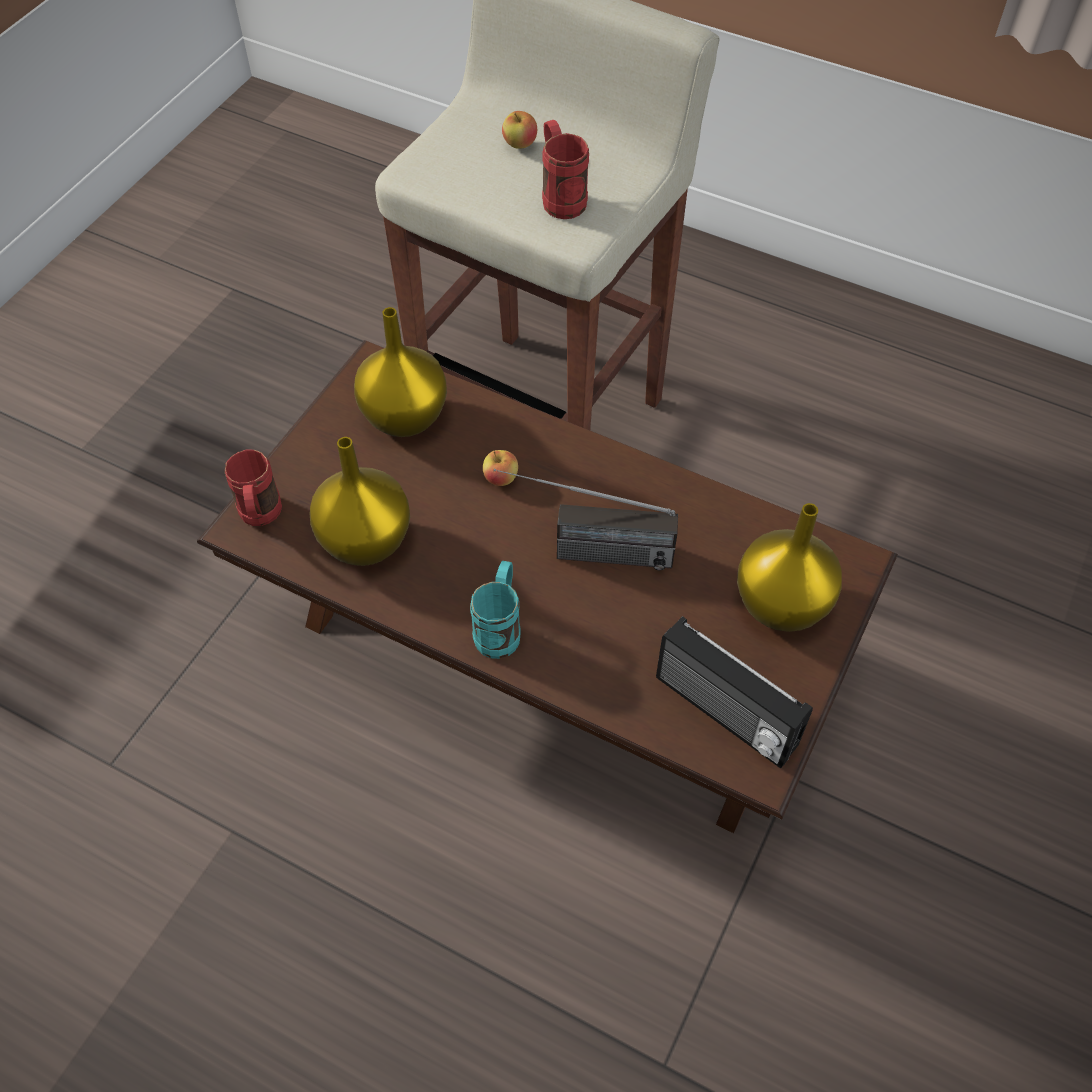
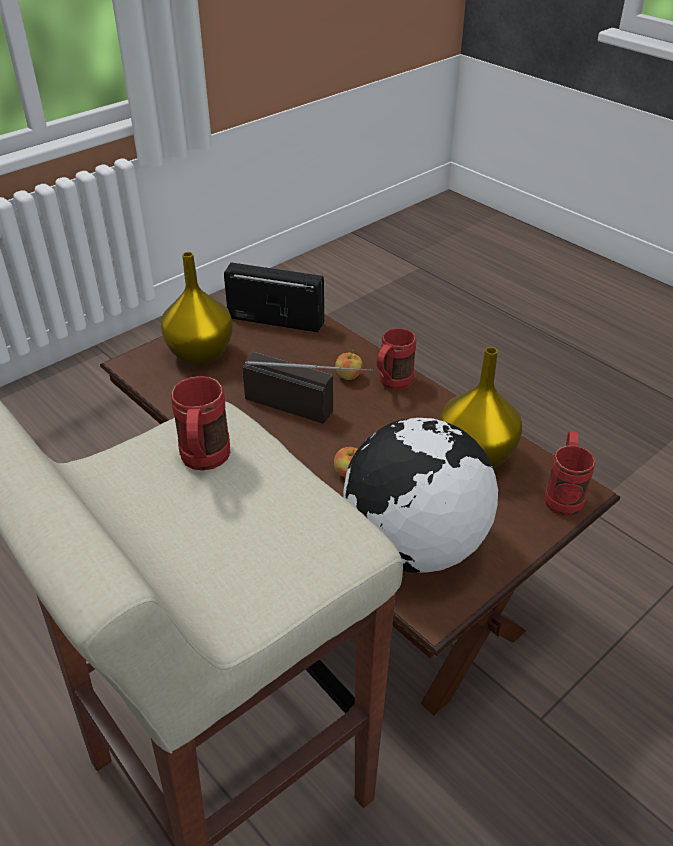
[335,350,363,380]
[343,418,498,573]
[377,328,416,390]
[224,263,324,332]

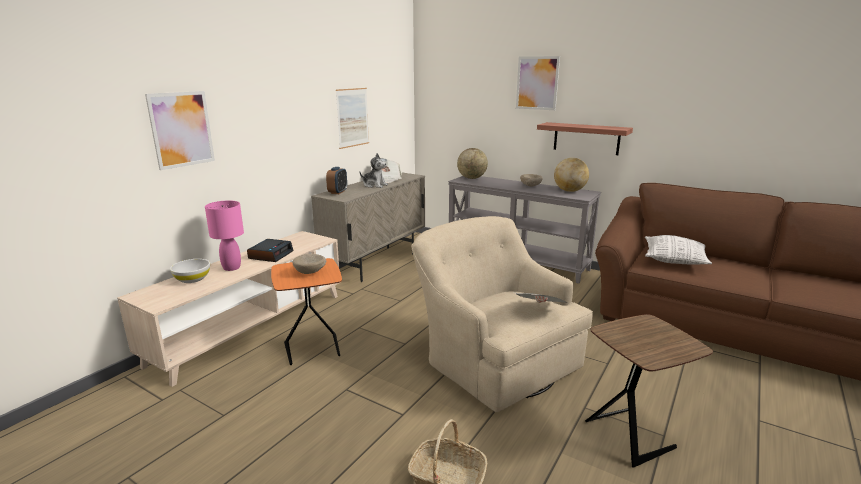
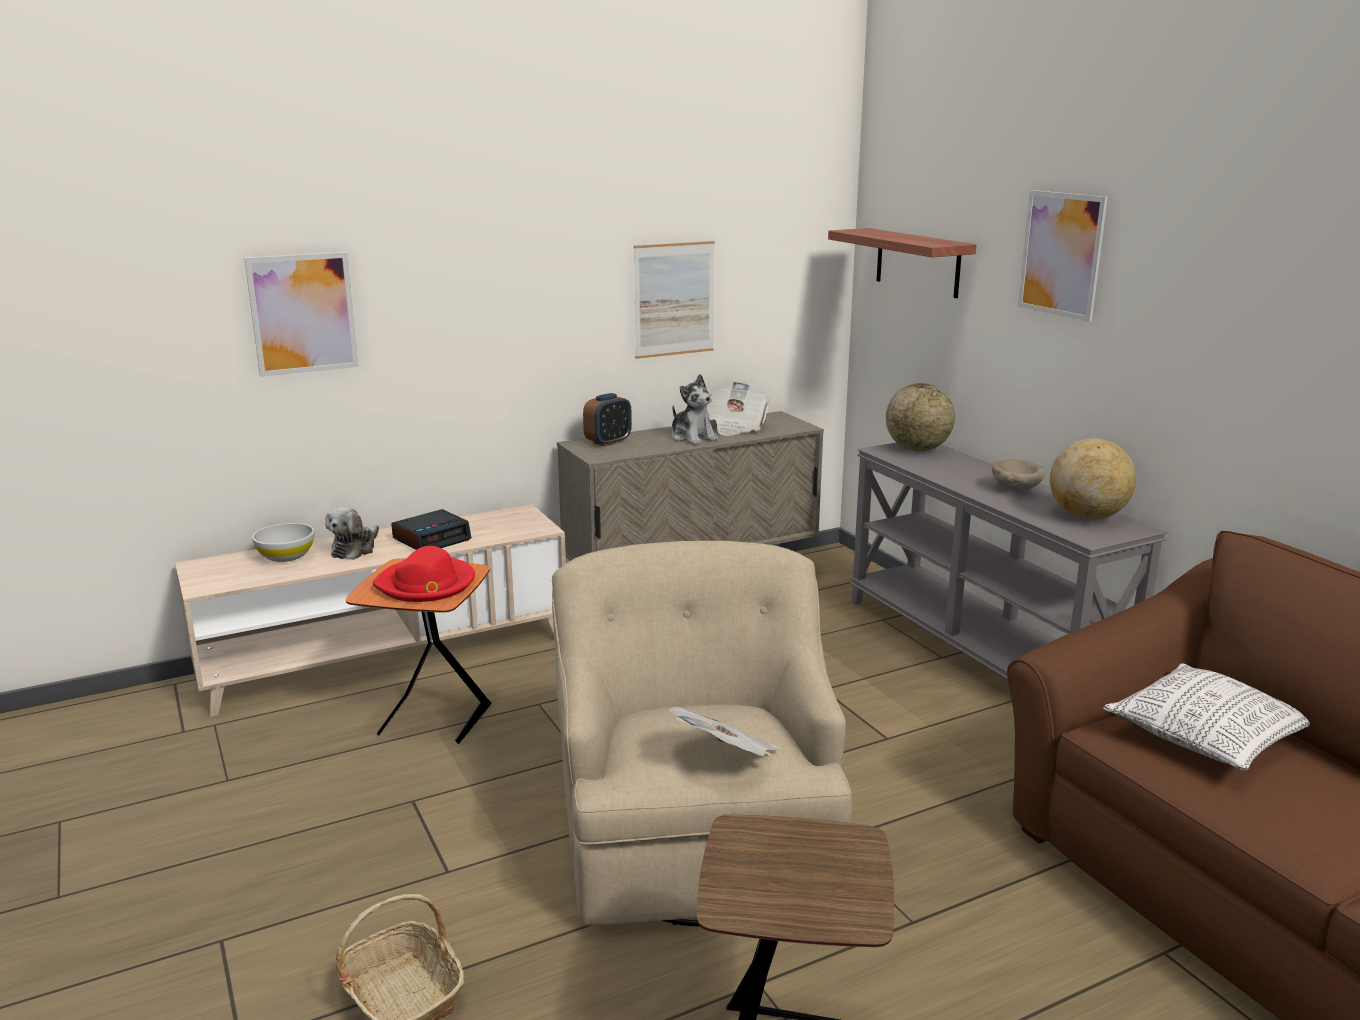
[828,228,976,298]
[325,507,379,560]
[373,546,475,602]

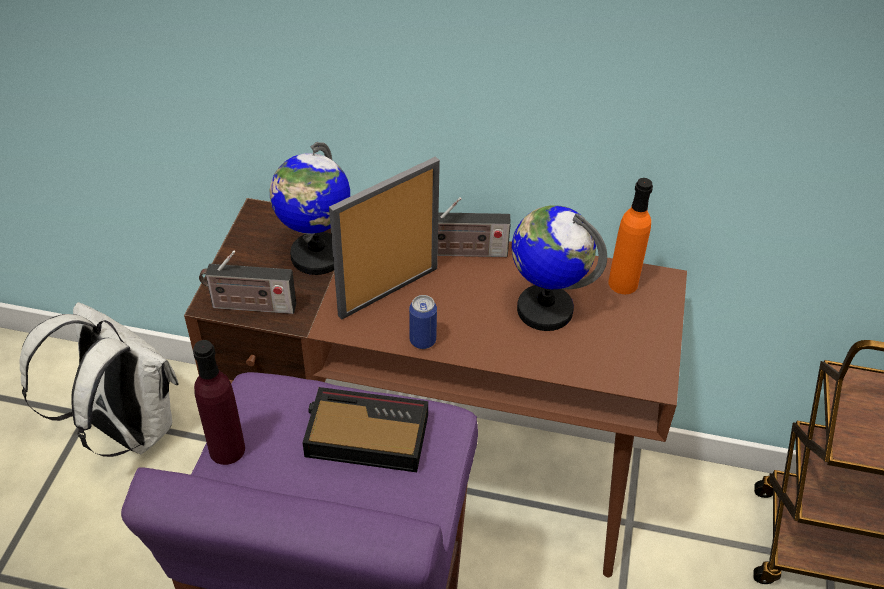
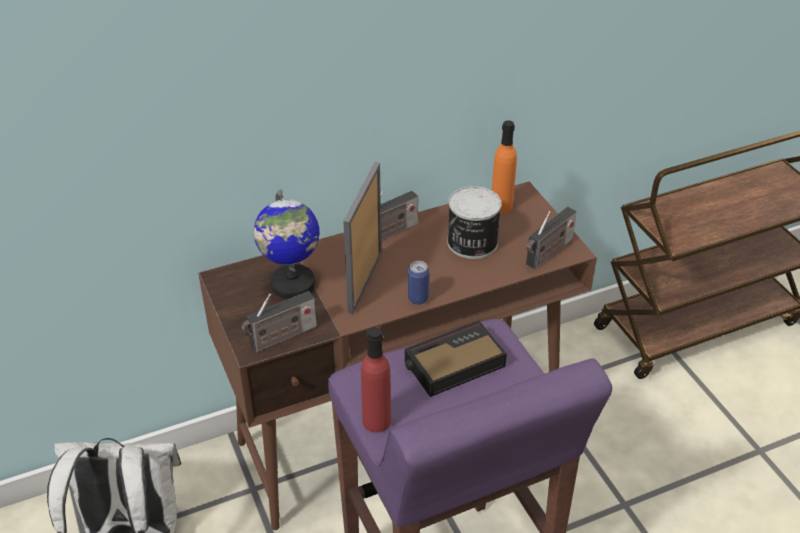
[447,186,501,259]
[361,327,391,433]
[526,207,577,269]

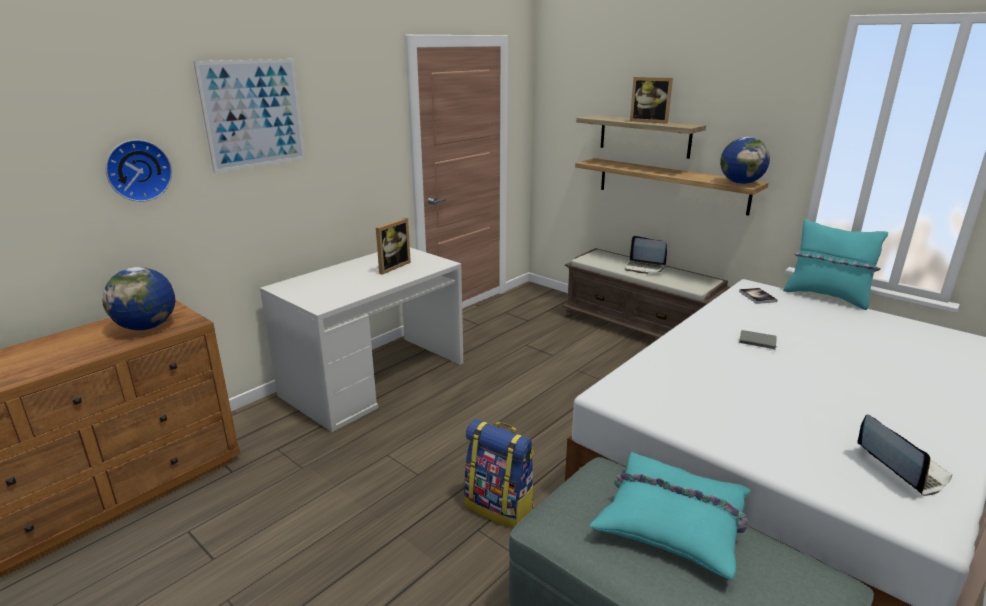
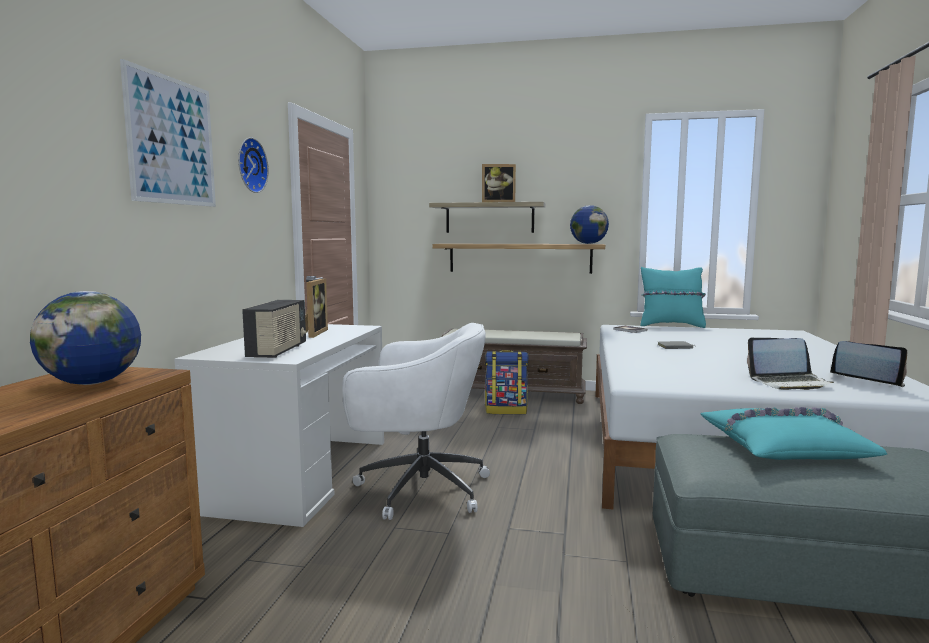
[238,137,269,193]
[747,338,834,390]
[485,350,529,415]
[242,300,306,358]
[343,323,490,520]

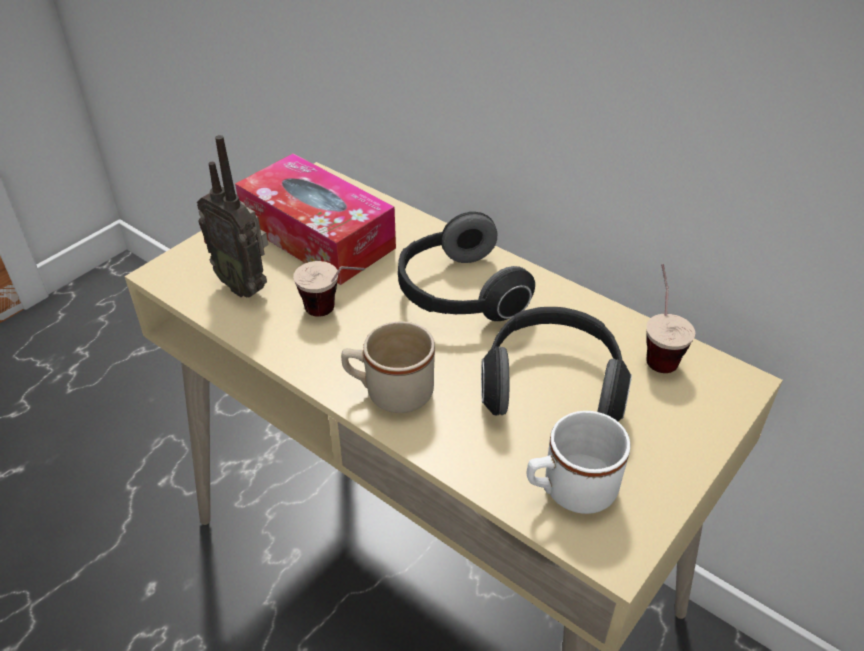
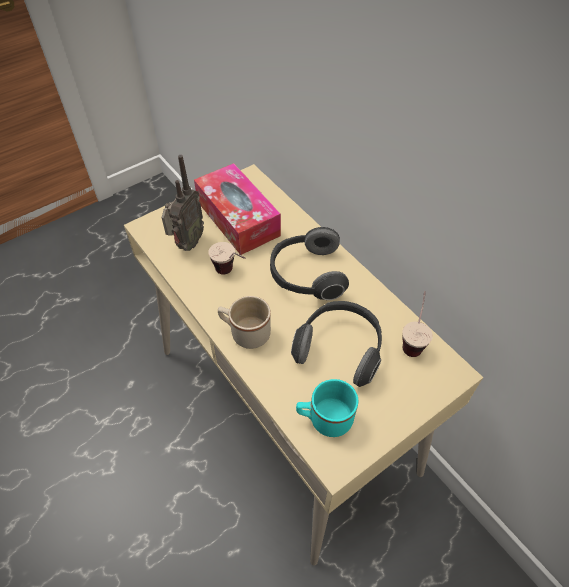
[162,155,204,251]
[296,379,358,437]

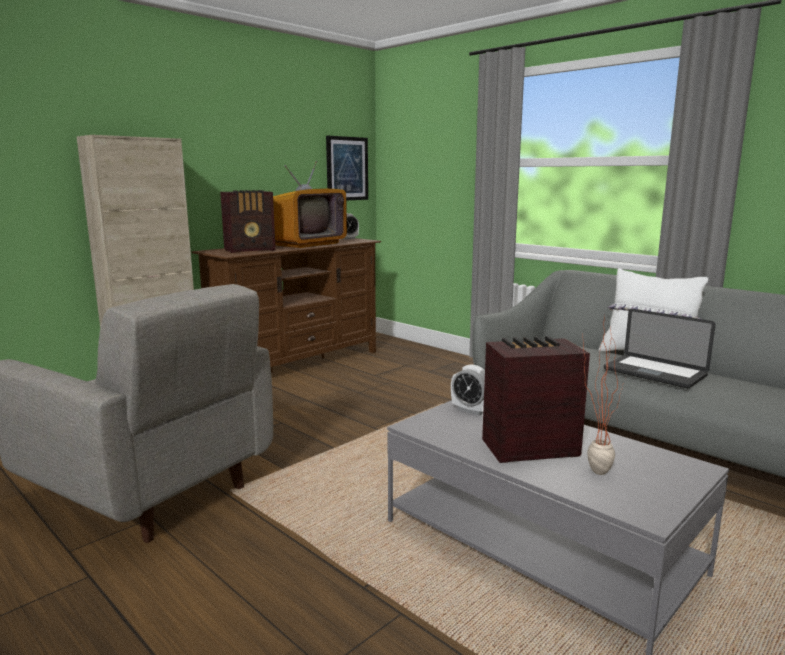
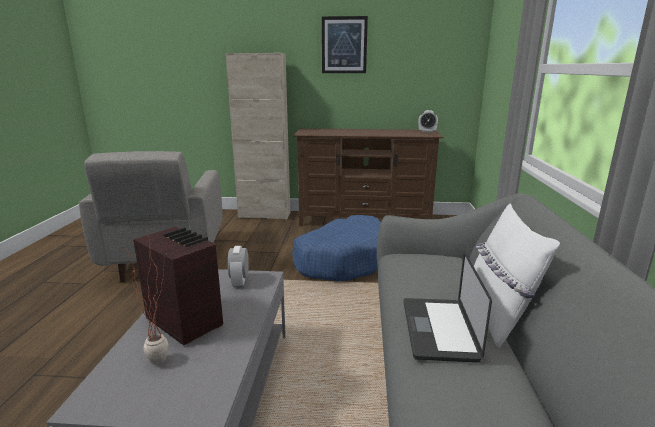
[322,16,368,73]
[273,161,347,248] (first image)
[220,190,276,253] (first image)
[293,215,381,281]

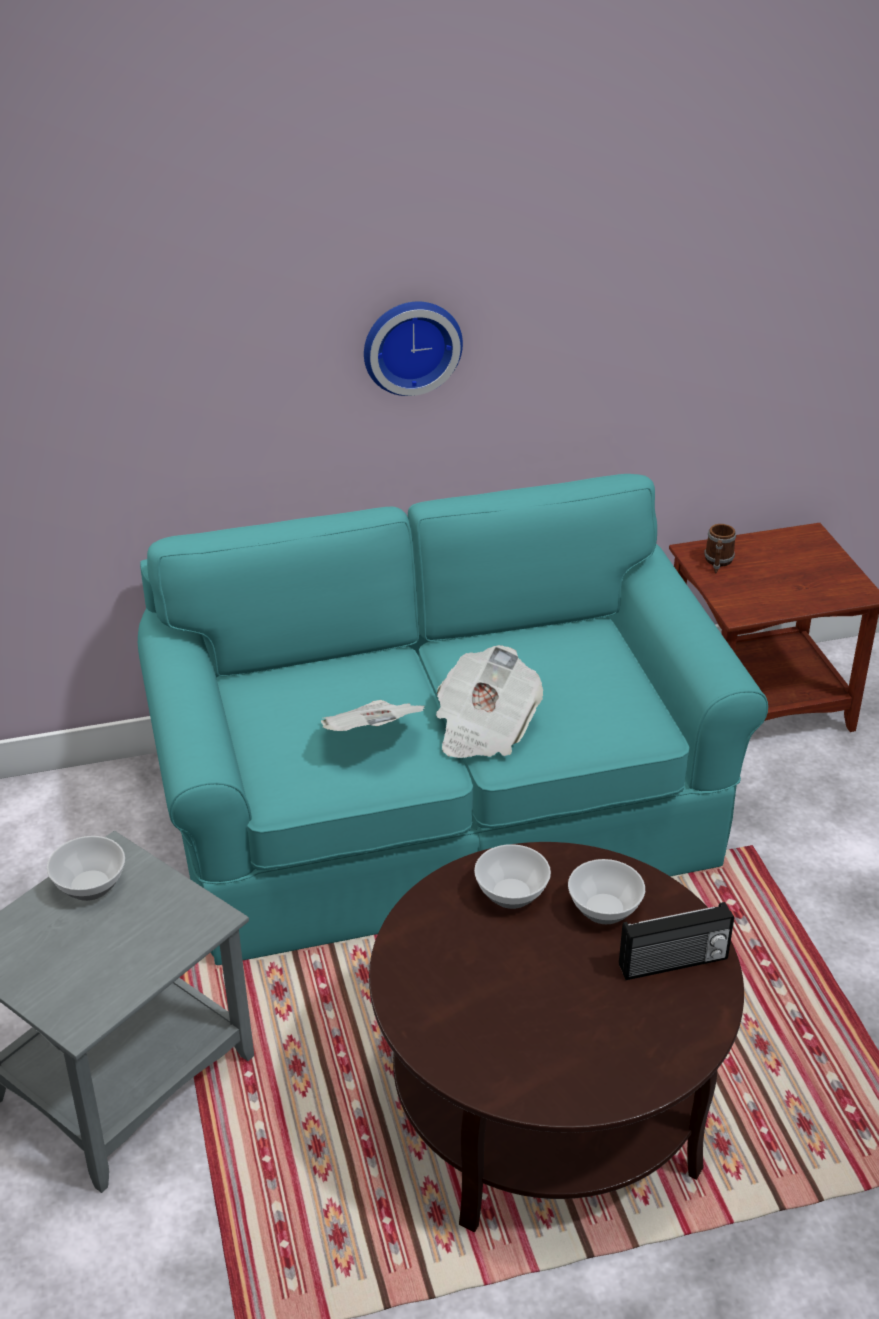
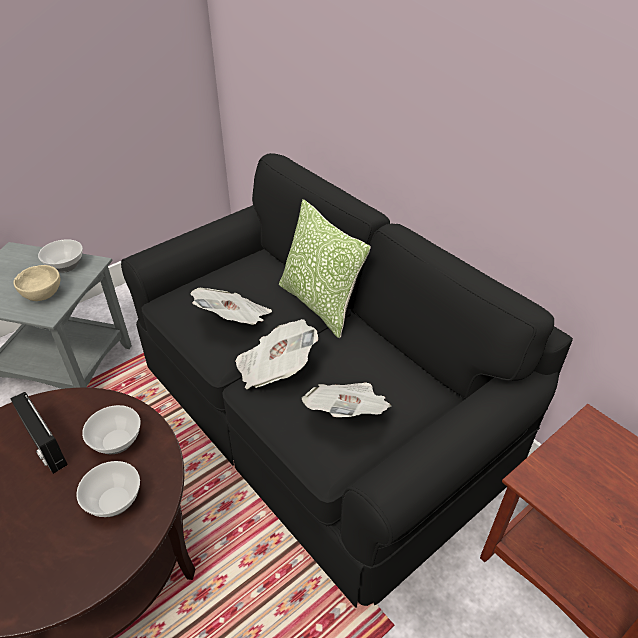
[364,301,463,396] (first image)
[121,153,573,608]
[704,524,736,574] (first image)
[10,392,67,474]
[279,199,371,338]
[13,265,60,301]
[302,382,391,417]

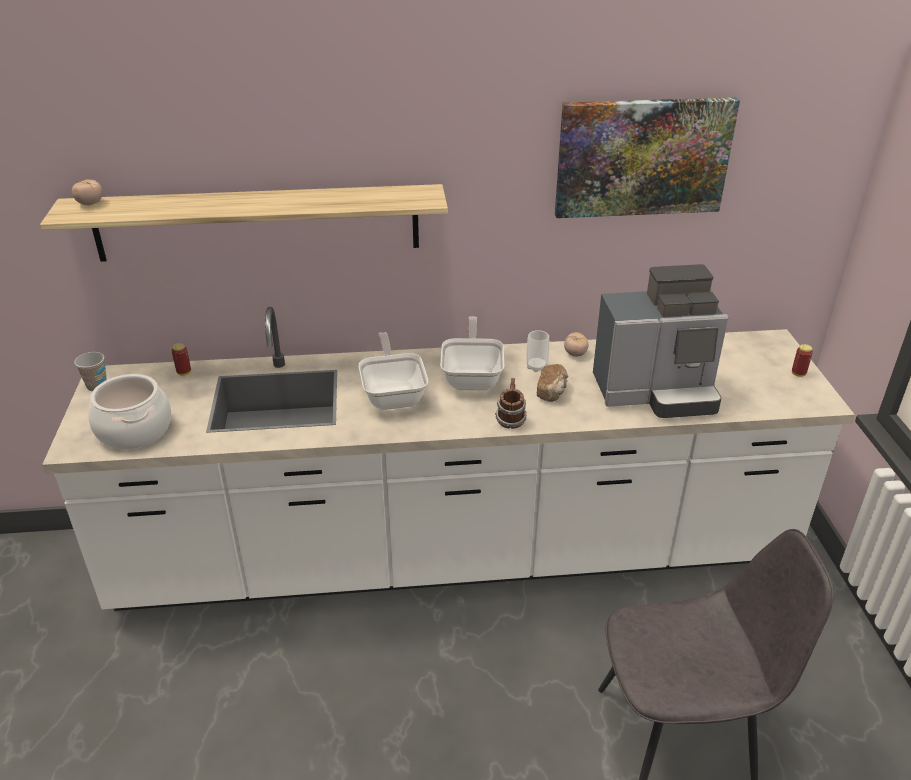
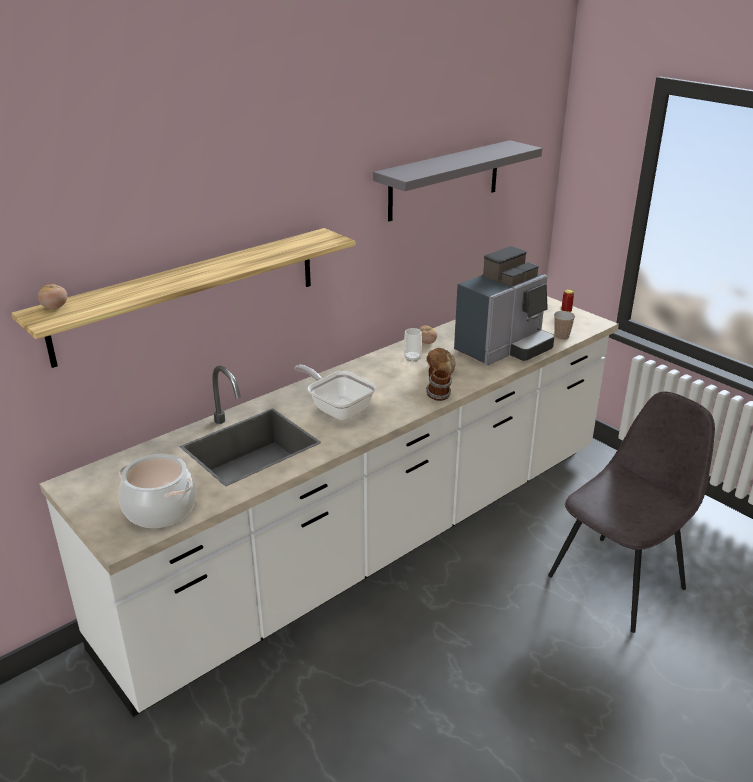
[373,140,542,221]
[440,316,504,390] (first image)
[172,343,191,376] (first image)
[554,311,575,340]

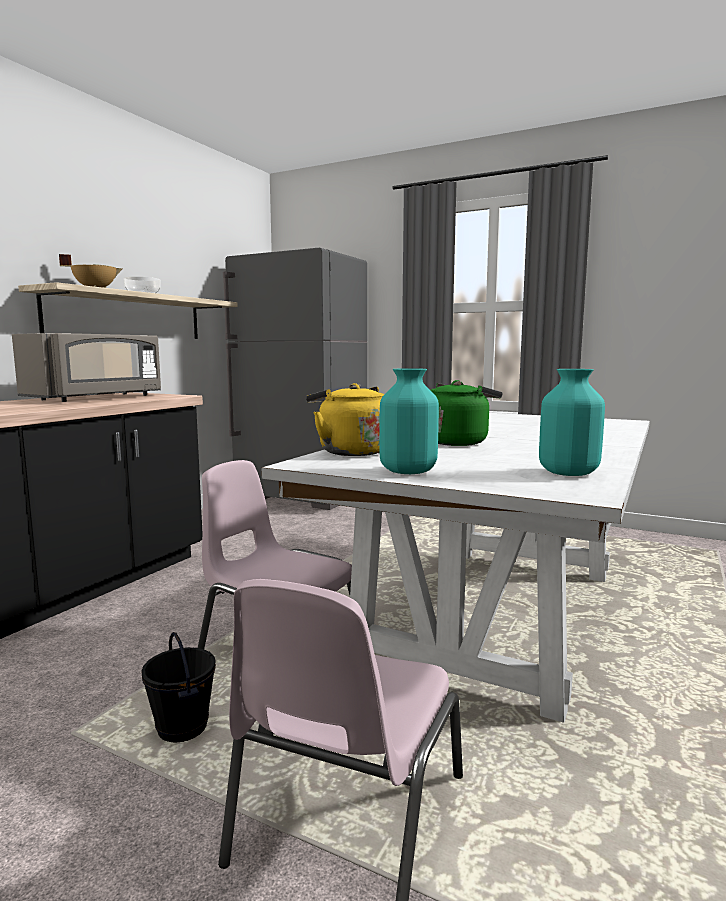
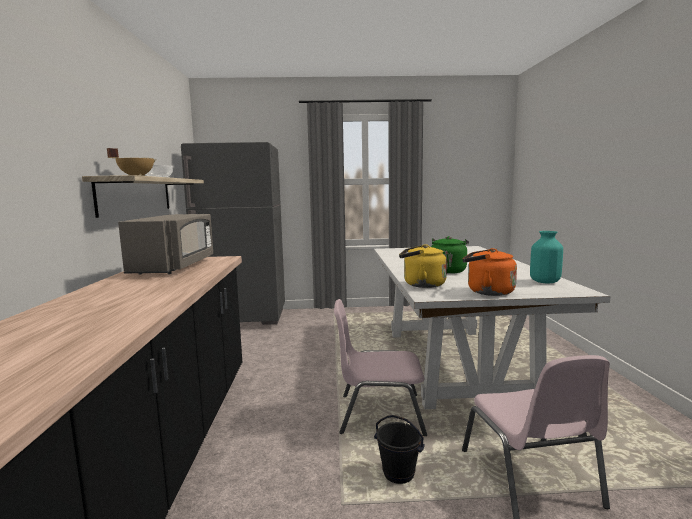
[462,248,517,296]

